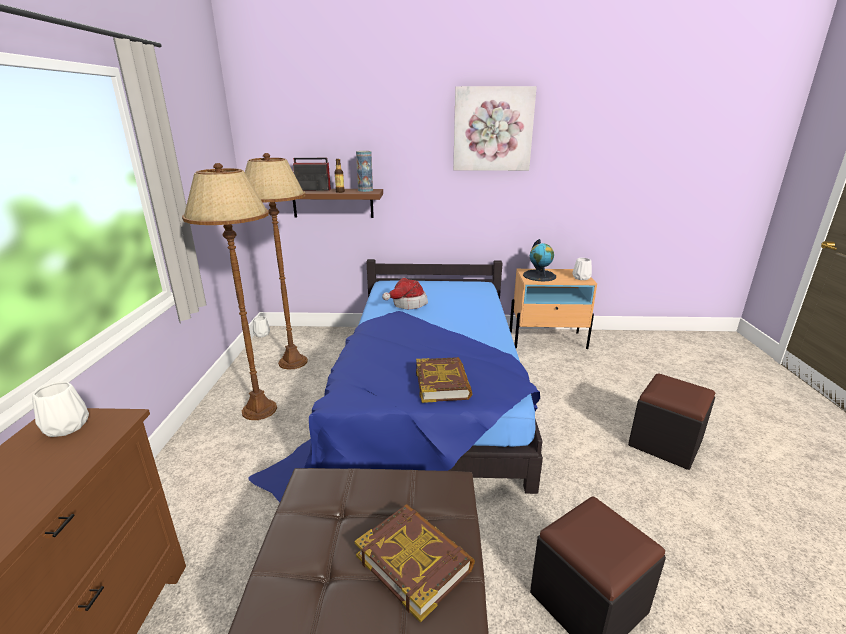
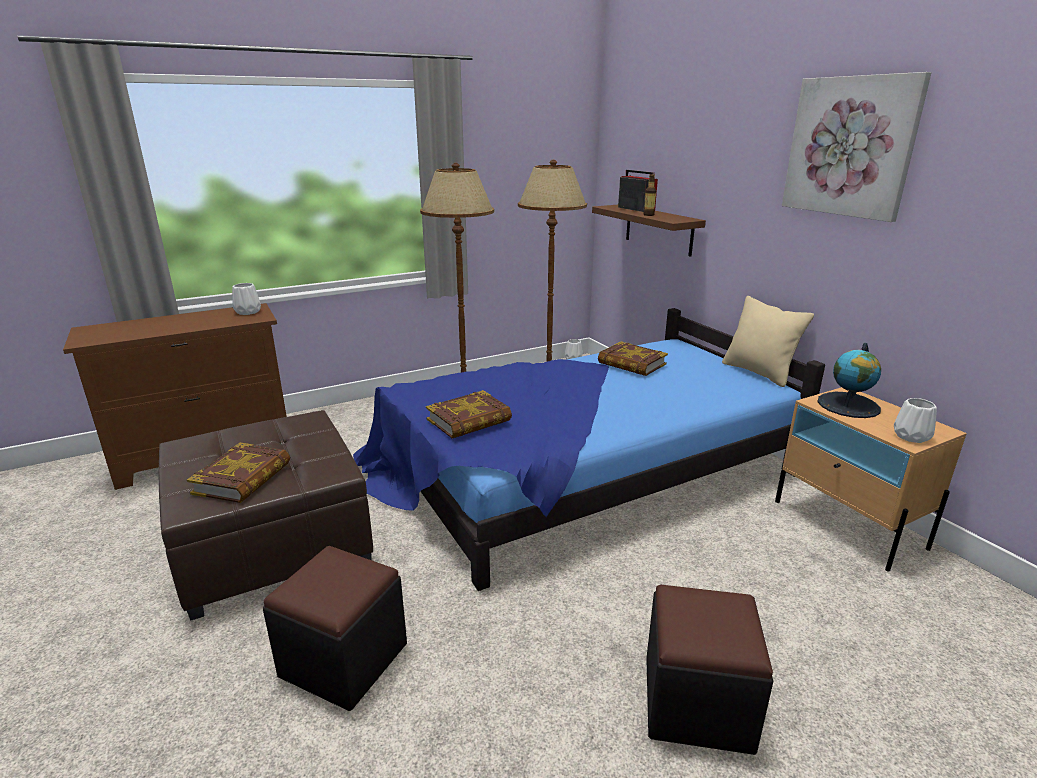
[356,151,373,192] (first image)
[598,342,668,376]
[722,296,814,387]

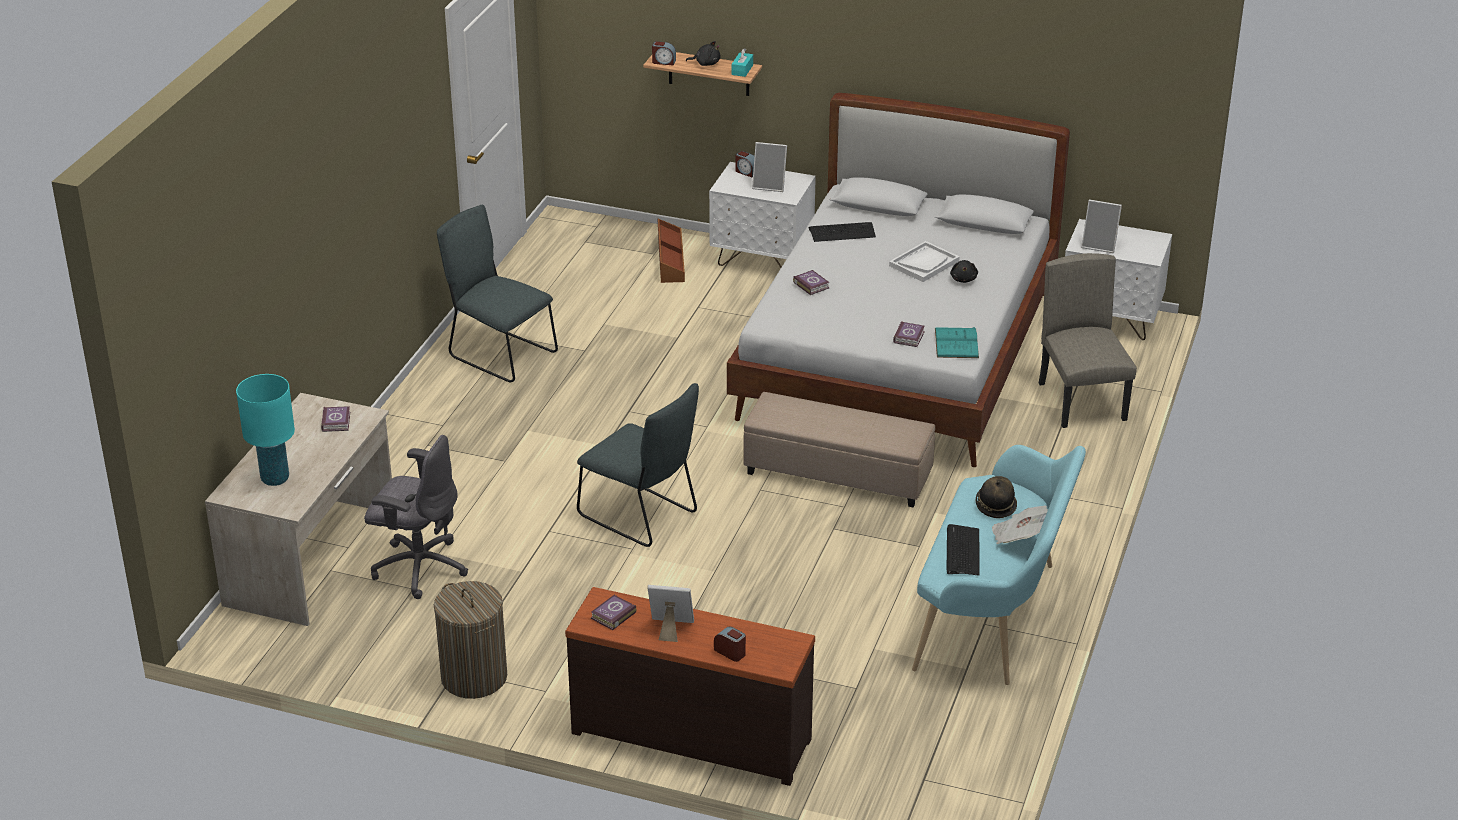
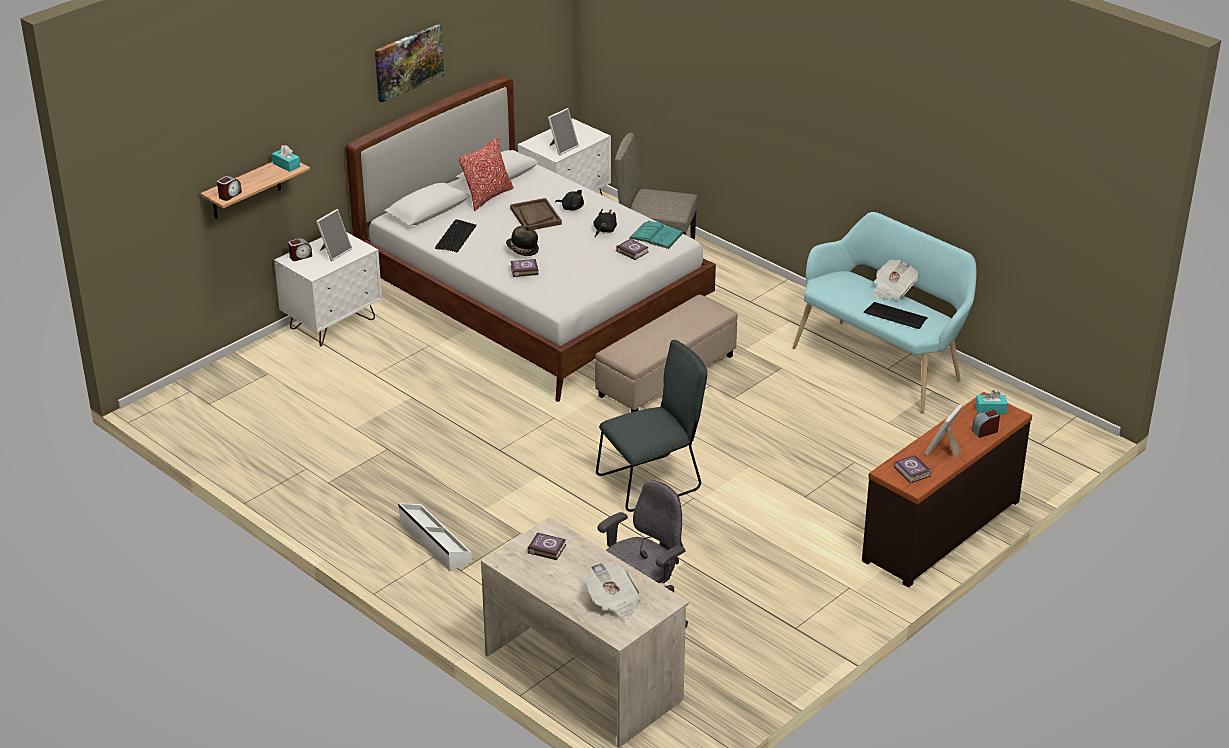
[593,209,617,237]
[437,205,558,382] (first image)
[658,219,685,283] (first image)
[510,198,562,230]
[585,562,642,619]
[506,225,539,256]
[434,581,507,699] (first image)
[375,24,444,103]
[459,137,514,211]
[975,390,1008,414]
[398,503,472,571]

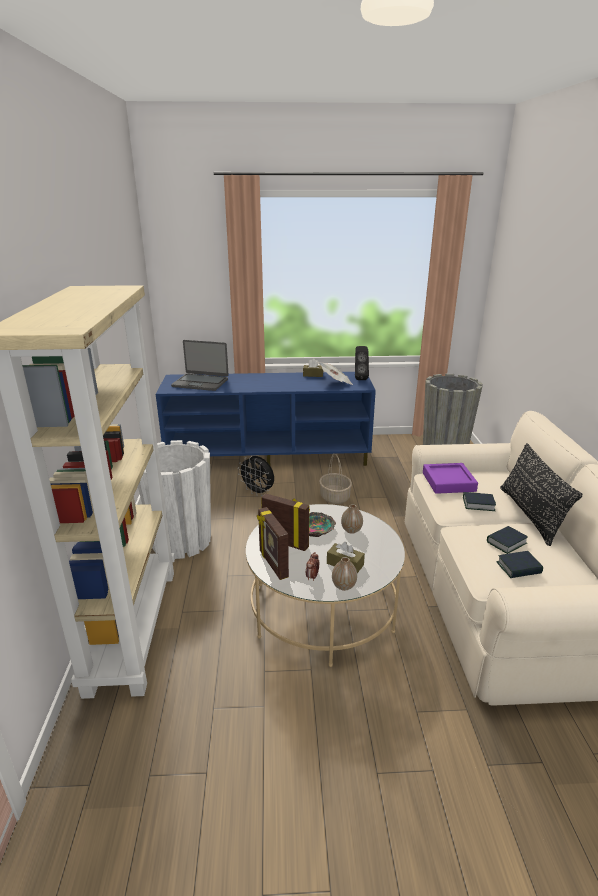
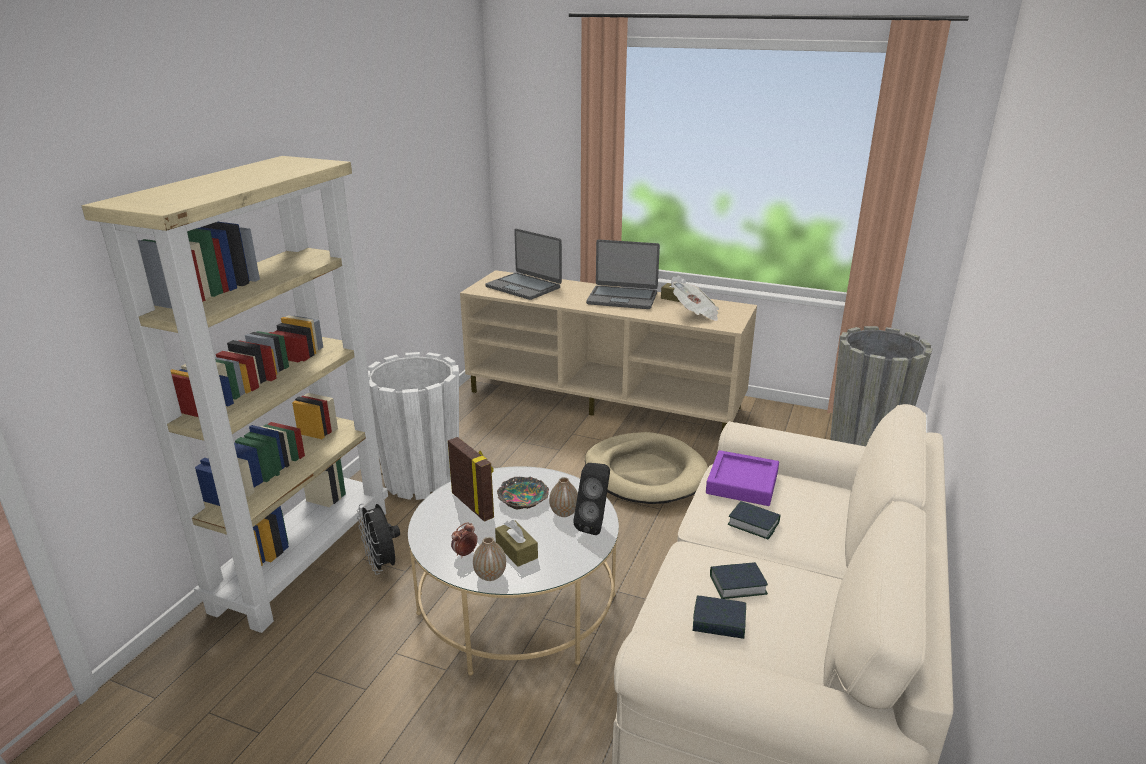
[573,463,610,535]
[460,270,757,433]
[500,443,583,546] (first image)
[585,432,708,504]
[357,504,400,575]
[257,507,289,580] (first image)
[586,240,660,309]

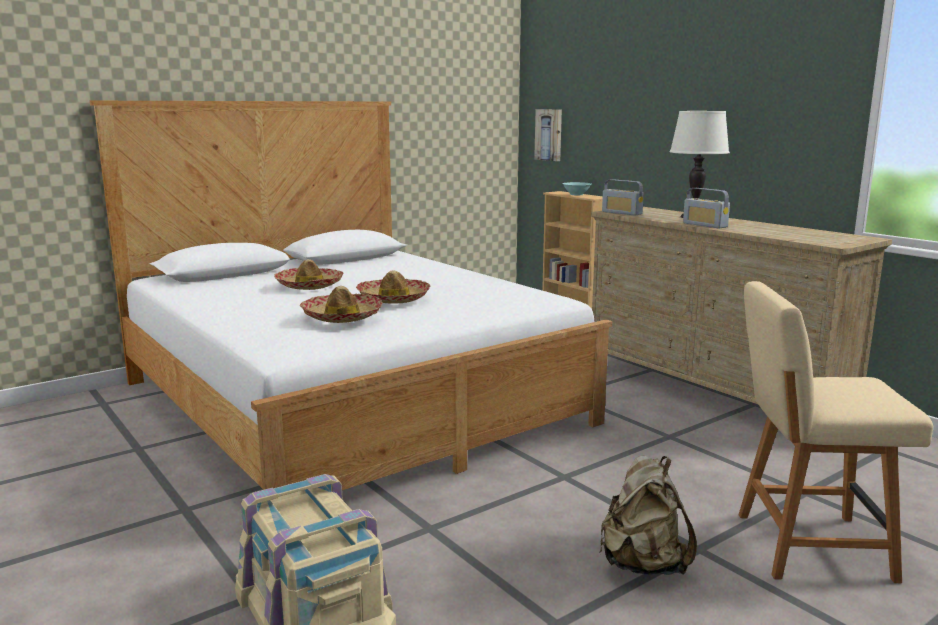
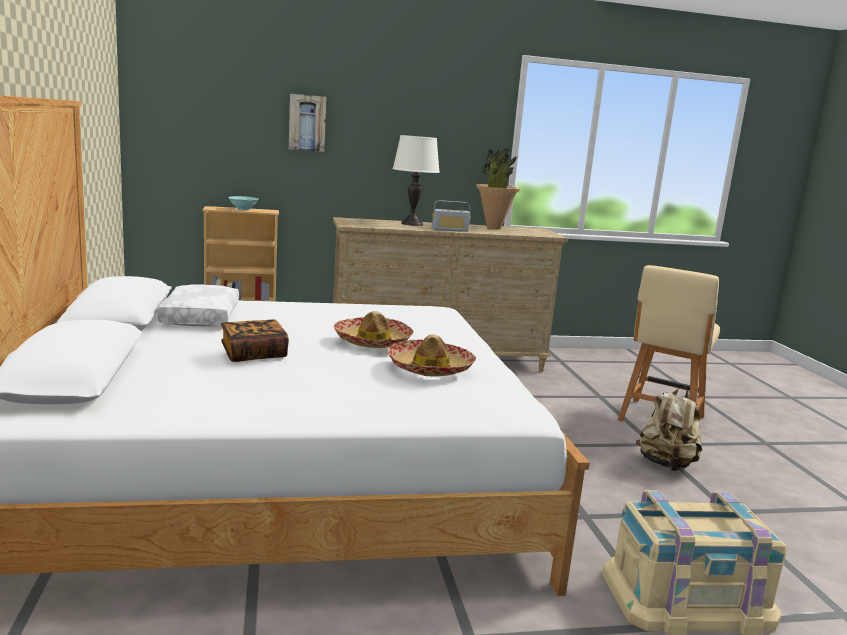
[289,94,327,152]
[602,179,644,216] (first image)
[221,320,289,362]
[476,146,520,229]
[157,285,239,326]

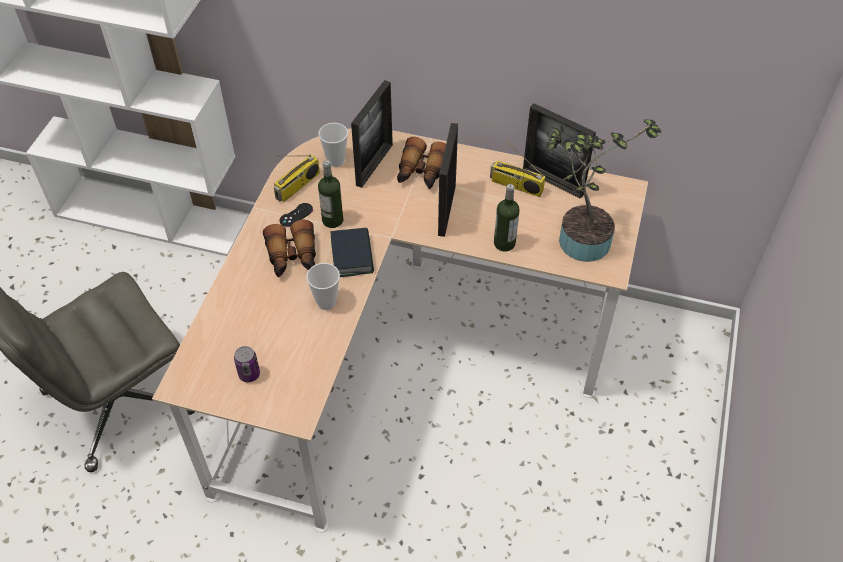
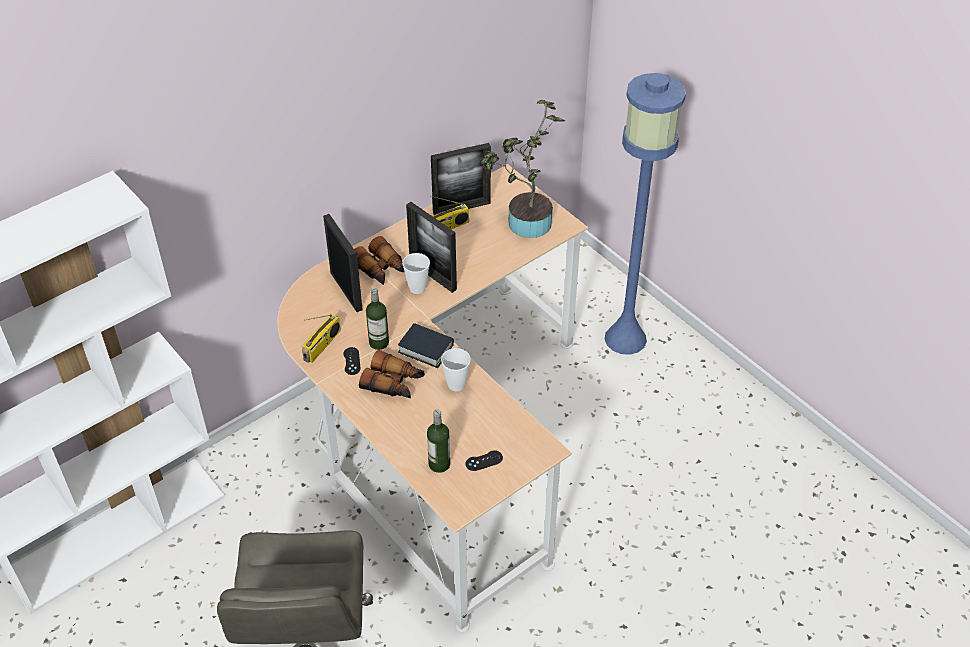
[402,253,430,294]
[302,314,341,363]
[427,409,450,473]
[466,450,503,471]
[605,73,686,355]

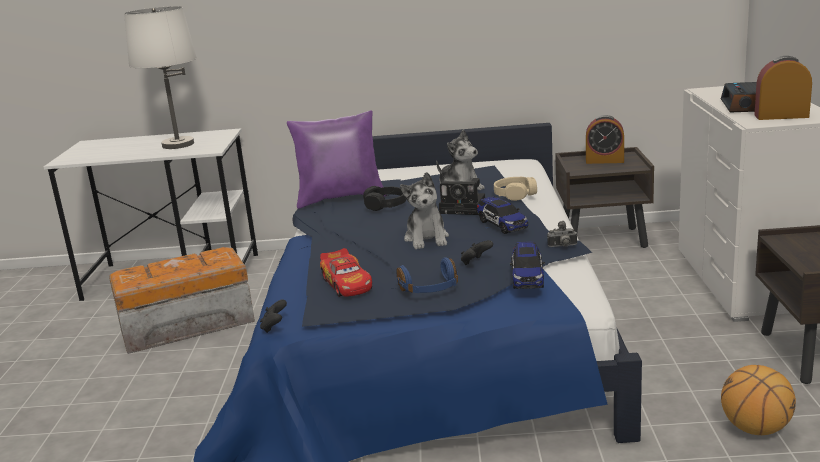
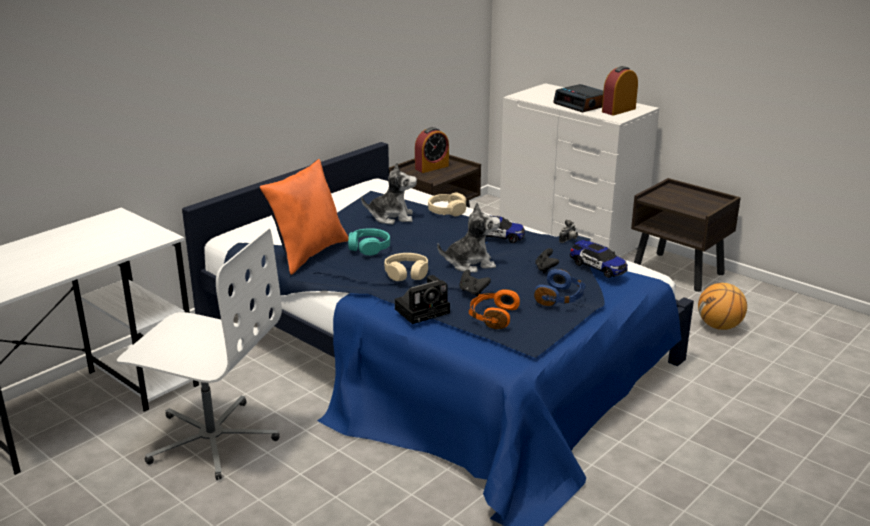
[124,6,197,149] (first image)
[259,159,349,275]
[437,202,500,273]
[395,275,450,324]
[348,228,390,256]
[117,228,282,480]
[469,289,520,329]
[459,270,491,296]
[384,253,428,281]

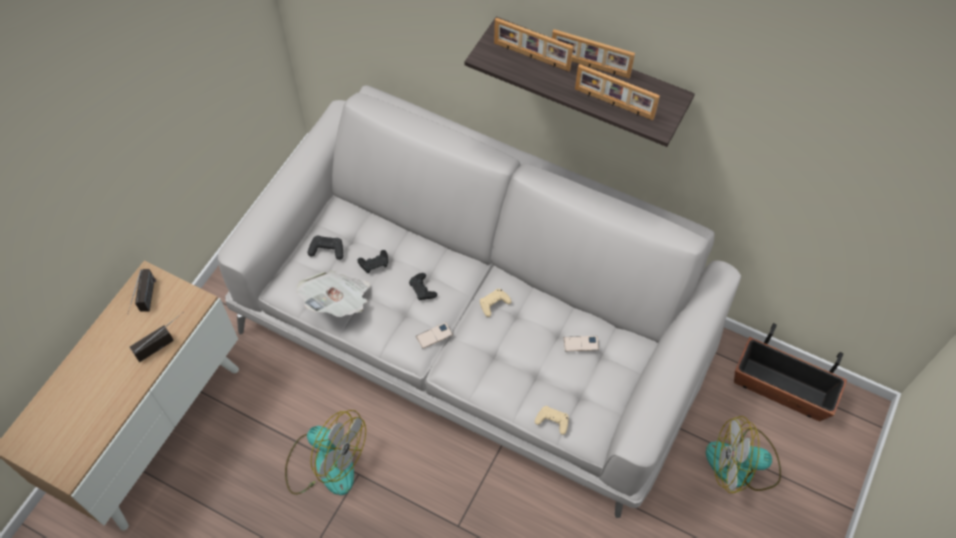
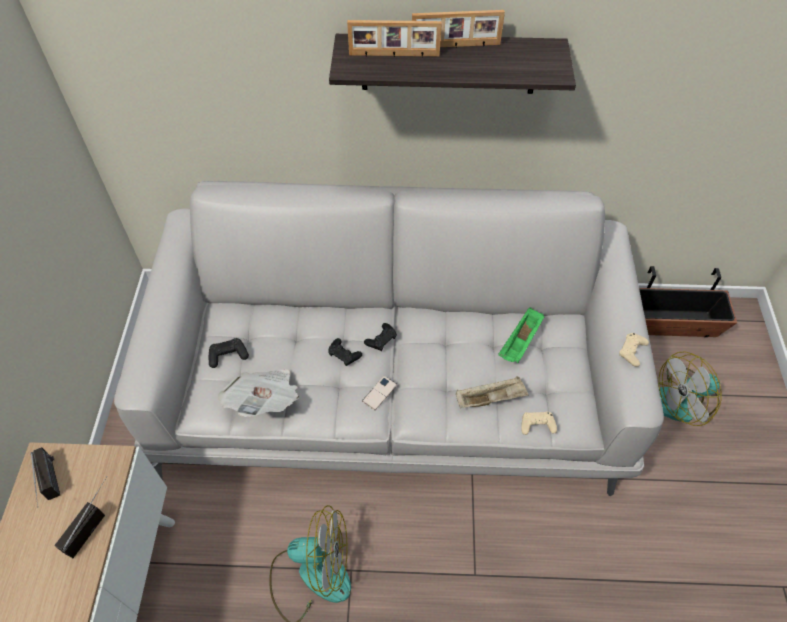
[575,64,660,120] (first image)
[364,323,397,351]
[619,333,649,367]
[498,307,544,363]
[456,376,529,408]

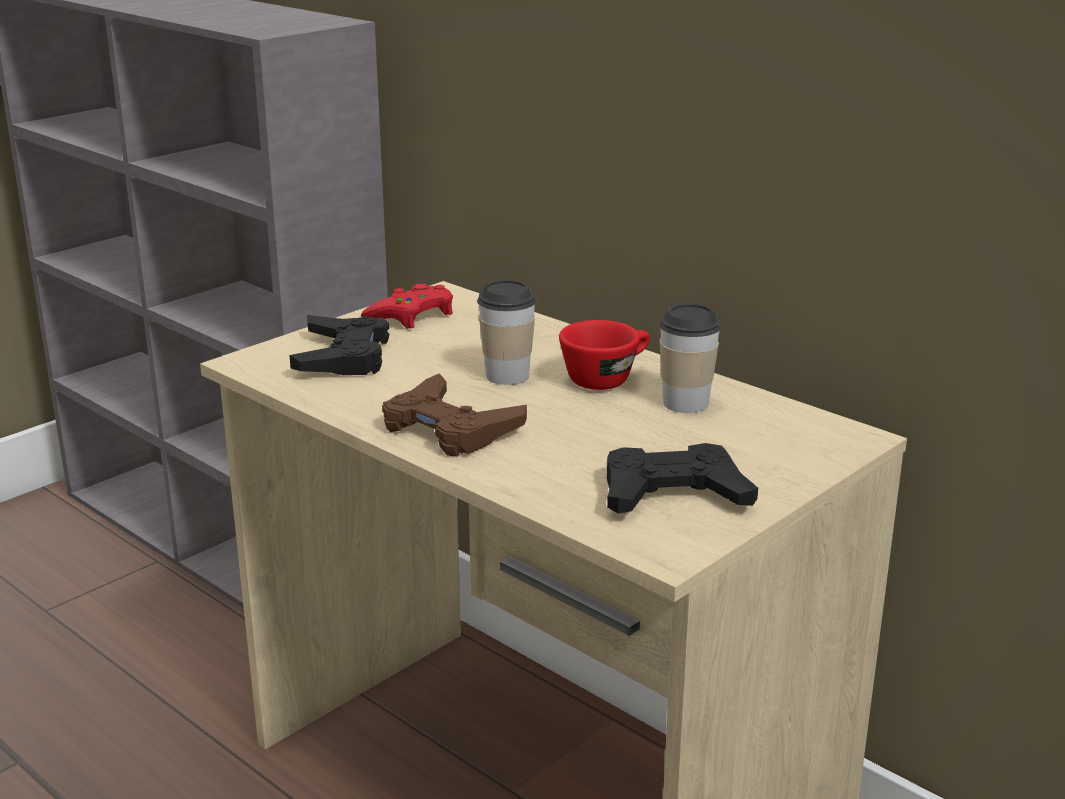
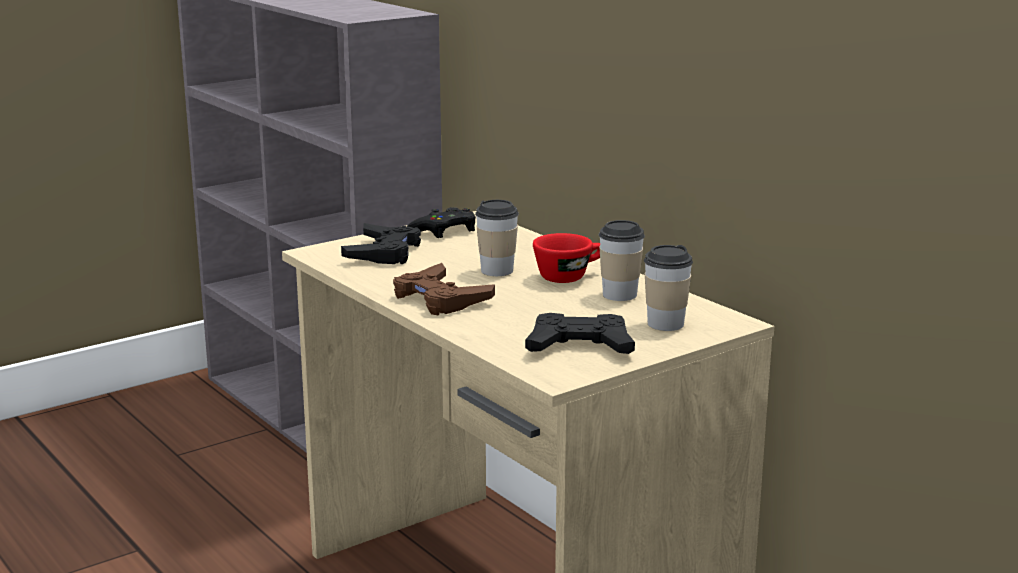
[407,207,476,238]
[644,245,693,331]

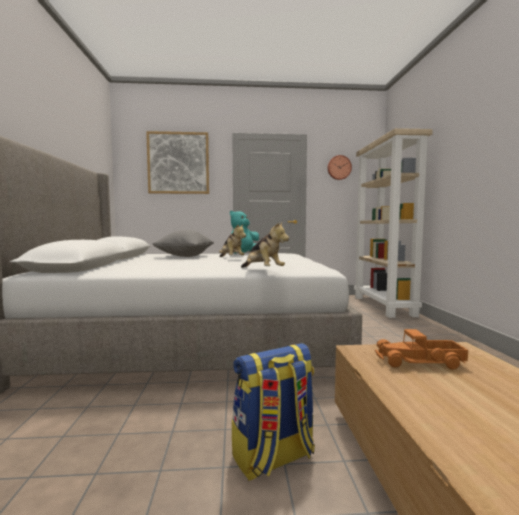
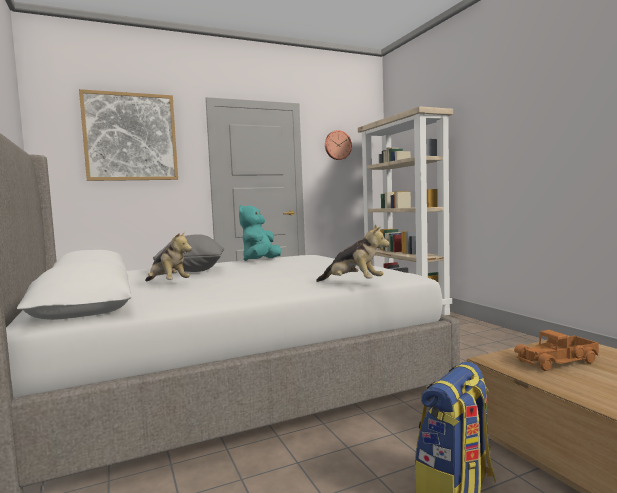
[145,230,192,281]

